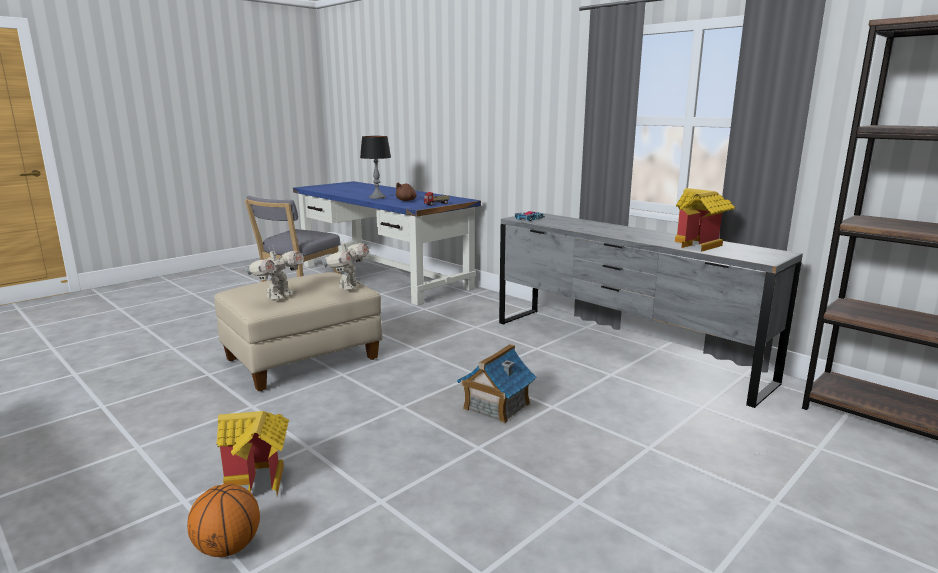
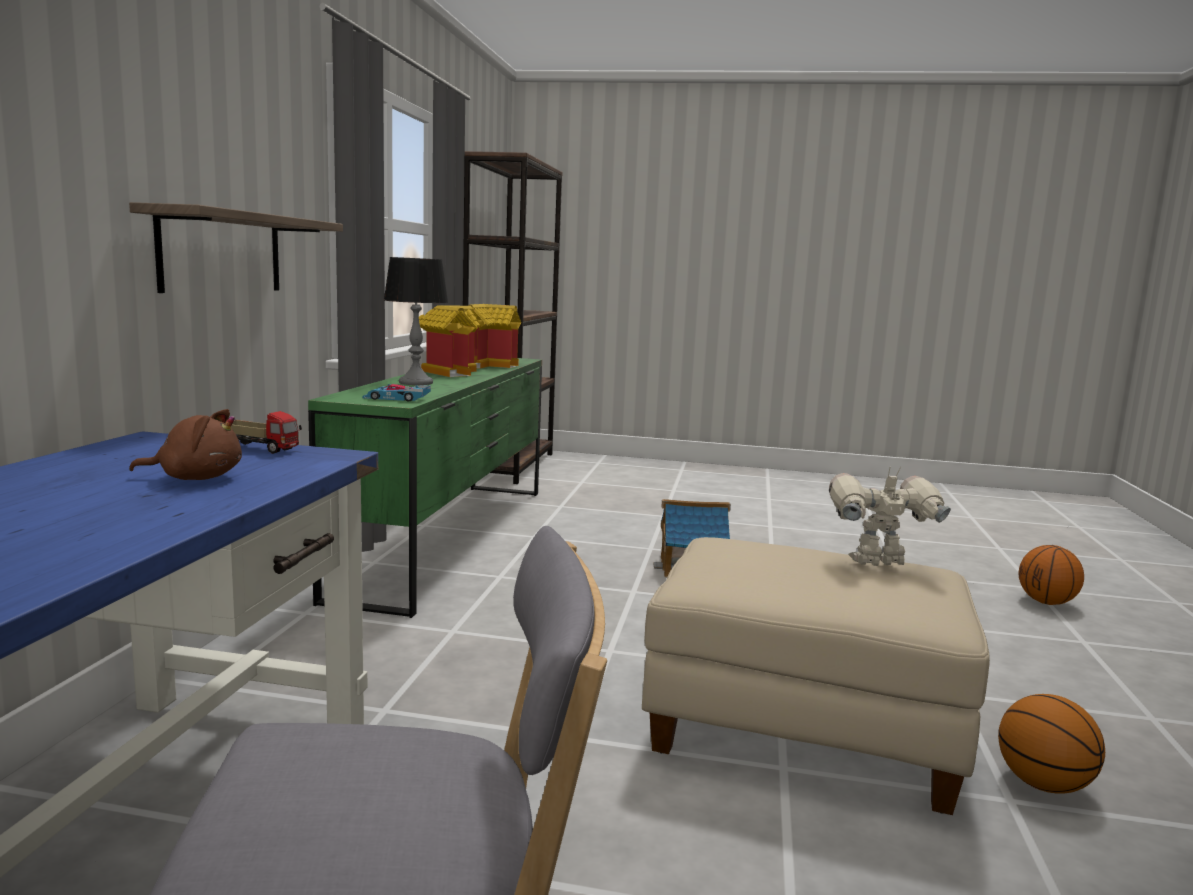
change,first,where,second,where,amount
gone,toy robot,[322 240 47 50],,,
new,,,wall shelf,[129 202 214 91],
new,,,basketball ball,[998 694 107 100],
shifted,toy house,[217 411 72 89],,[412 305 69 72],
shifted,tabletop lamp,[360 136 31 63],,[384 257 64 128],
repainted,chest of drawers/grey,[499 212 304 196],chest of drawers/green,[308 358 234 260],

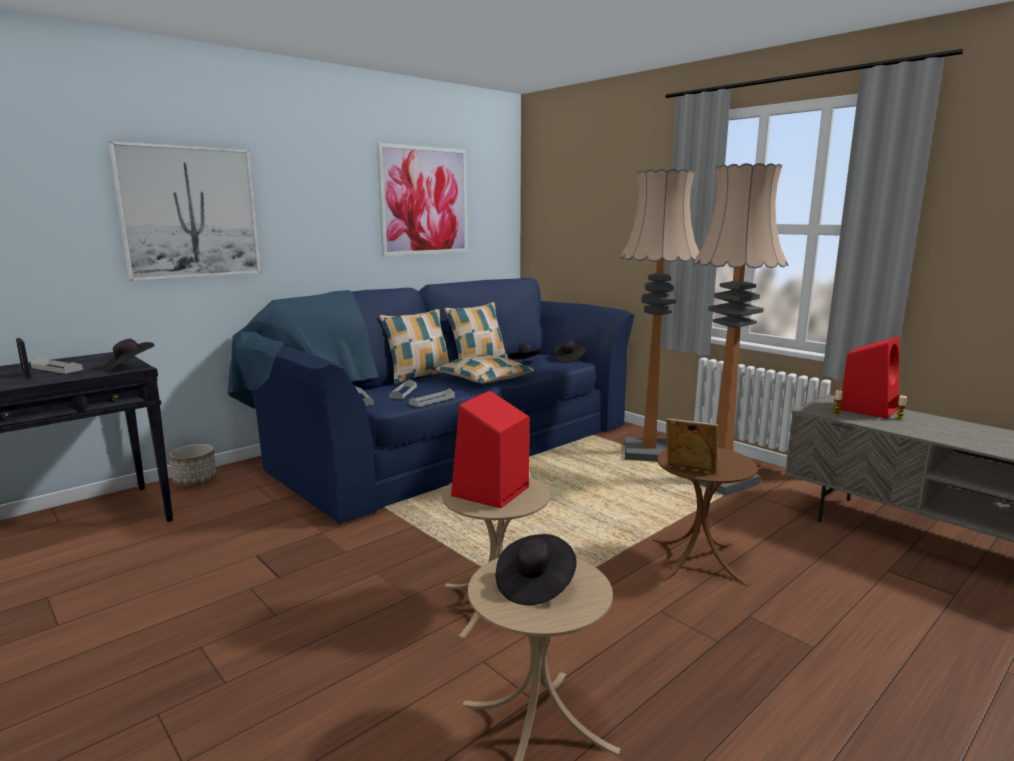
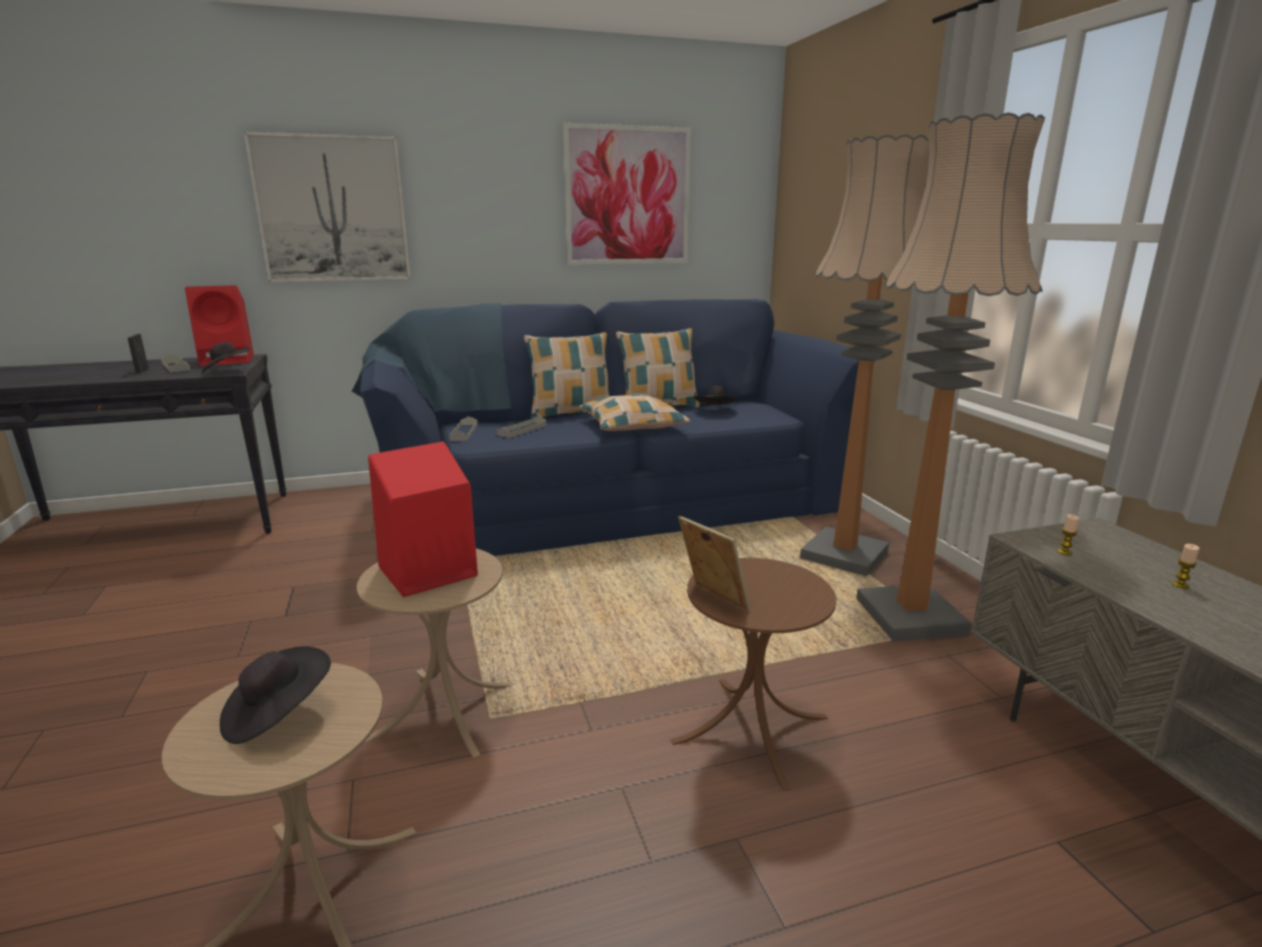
change,first,where,second,where,amount
gone,plant pot,[169 444 48 43],,,
gone,serving tray/grey,[409 388 46 19],,,
gone,hat/black-coloured,[553 340 33 23],,,
shifted,loudspeaker/reddish,[840 336 60 83],,[185 285 69 81],

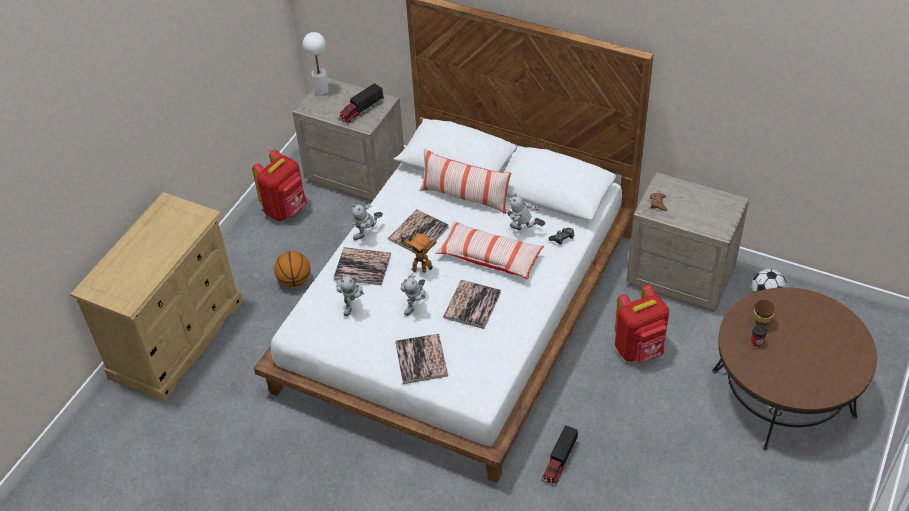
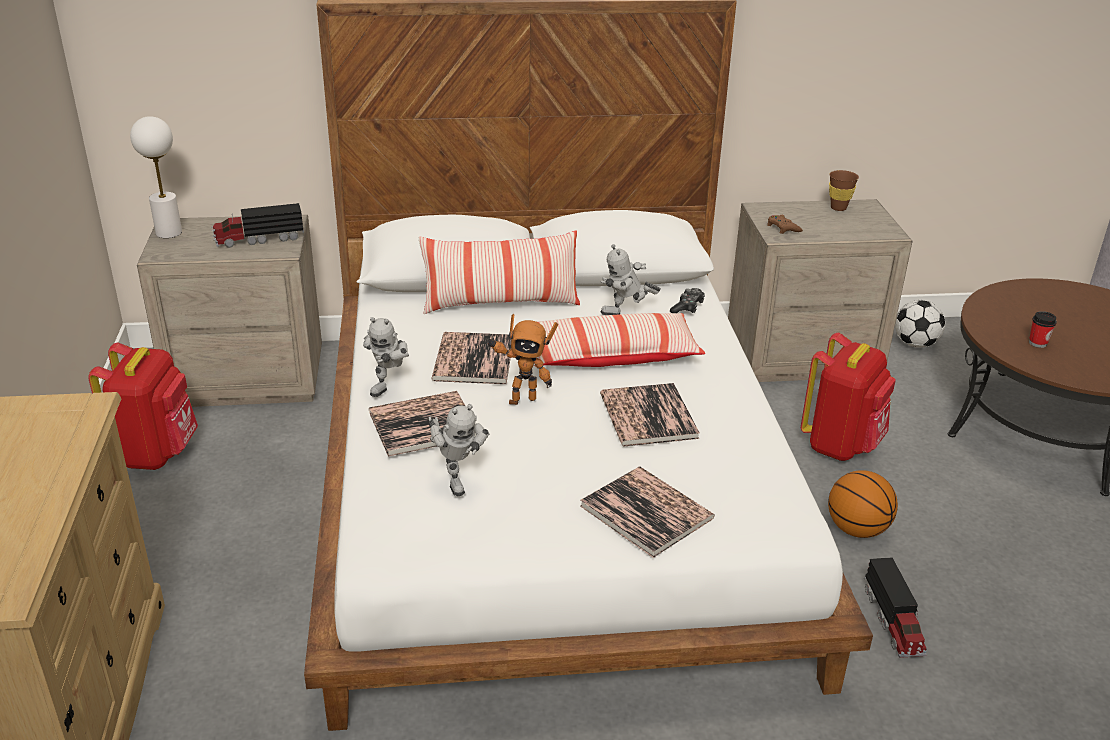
change,first,where,second,where,amount
gone,toy robot,[401 273 25 43],,,
shifted,basketball ball,[274 251 36 36],,[828 470 70 68],
shifted,cup/brown,[754 299 22 28],,[829 170 30 41],
rotated,toy lorry,[339 83 45 42],,[212 203 92 45],60 degrees clockwise

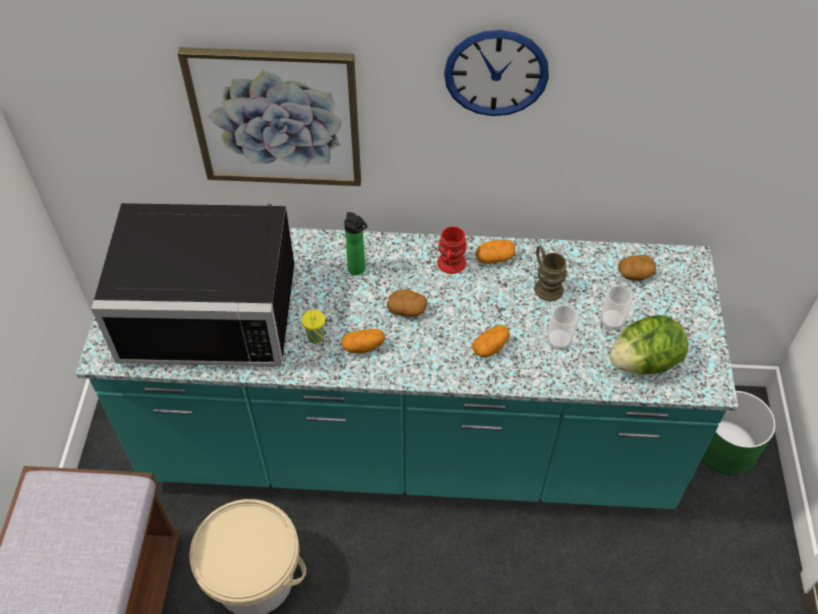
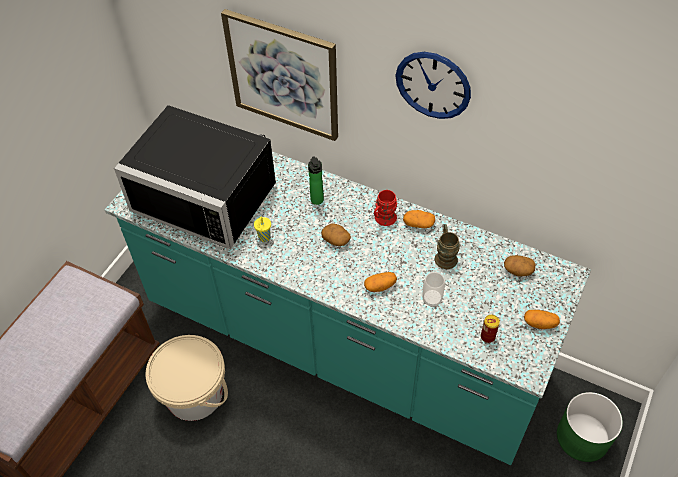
change,first,where,second,where,amount
gone,cup,[600 285 33 46],,,
shifted,potato,[341 329 44 24],,[524 310 36 19],
swapped,head of lettuce,[610 315 78 60],can,[481 315 19 28],

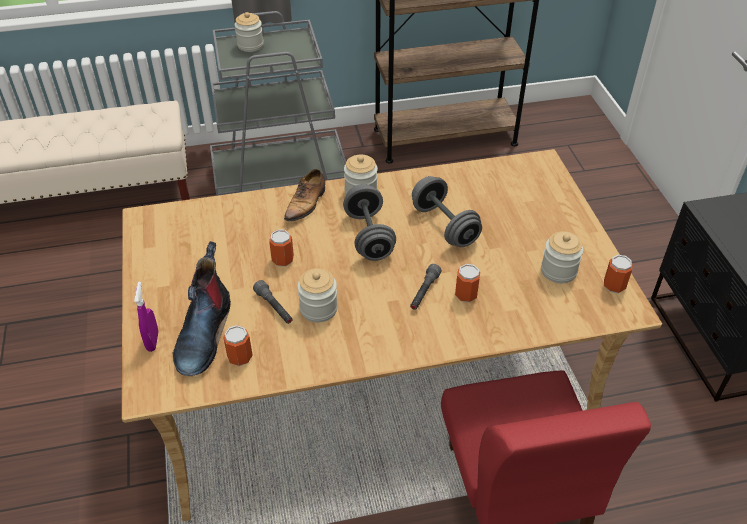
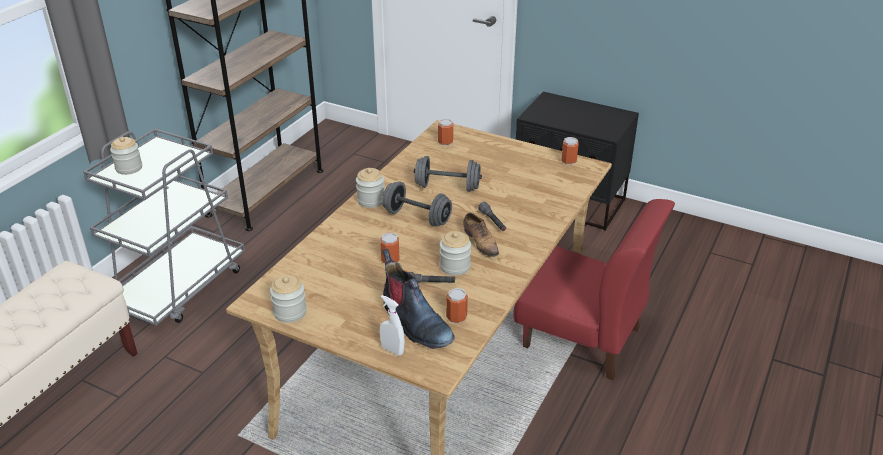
change,first,where,second,where,amount
shifted,shoe,[284 169 41 53],,[464 213 35 44],
shifted,can,[455 264 25 39],,[438 119 15 27],
shifted,preserve jar,[541 231 42 52],,[270 275 37 48],
repainted,spray bottle/purple,[134 282 24 70],spray bottle/whitish,[380 295 25 61],

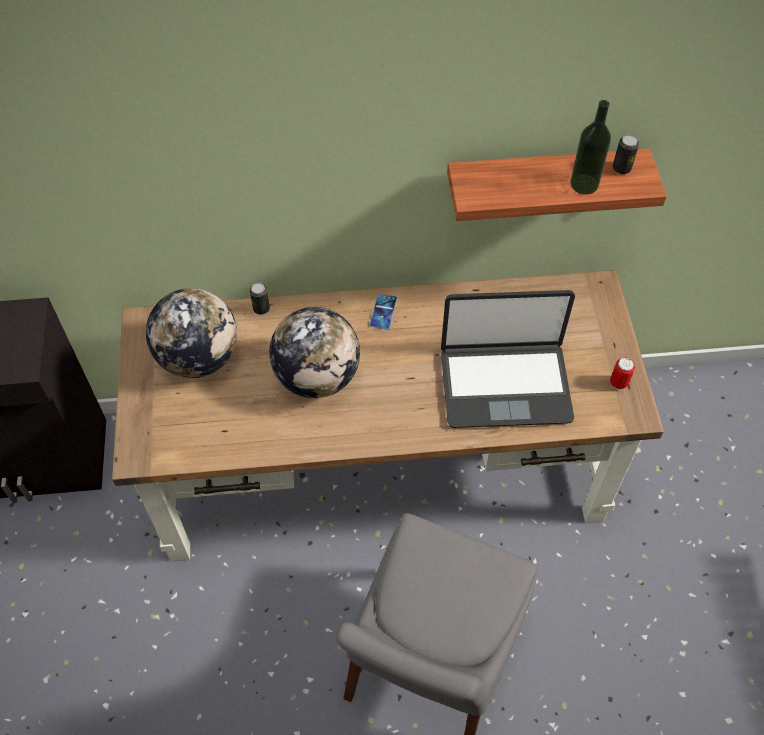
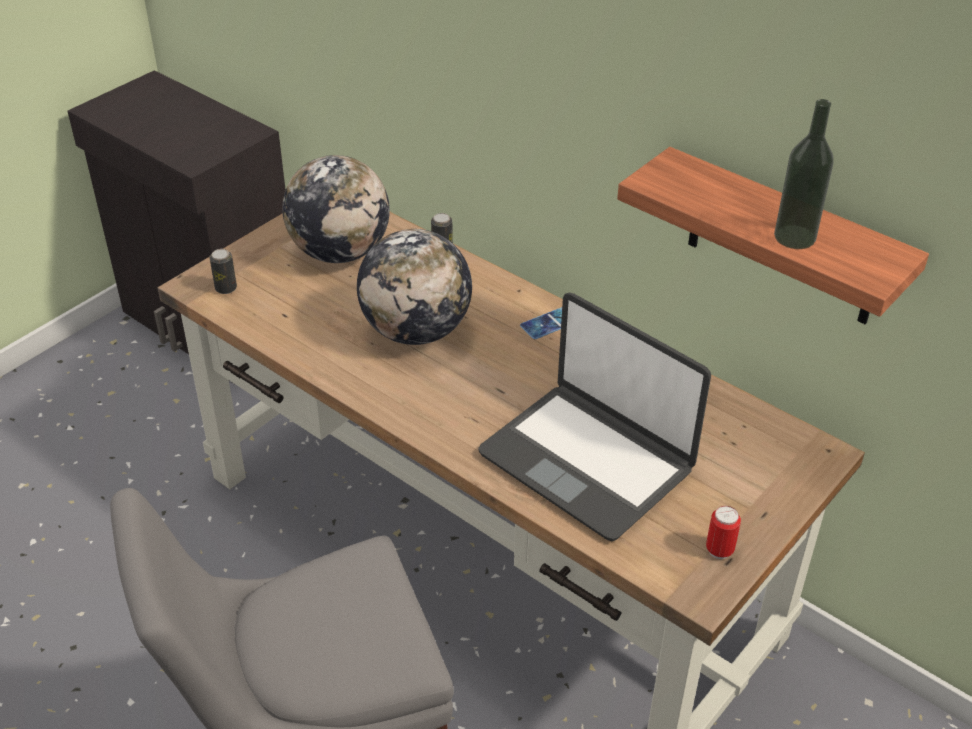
change,first,where,second,where,amount
shifted,can,[613 135 26 39],,[210 249 27 45],

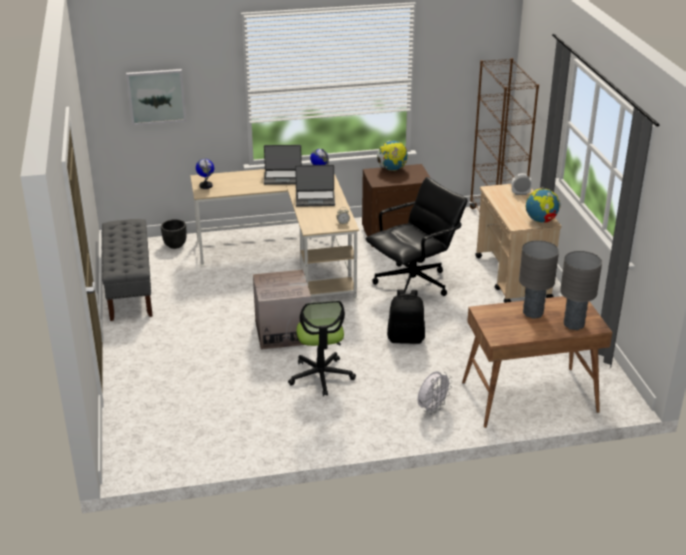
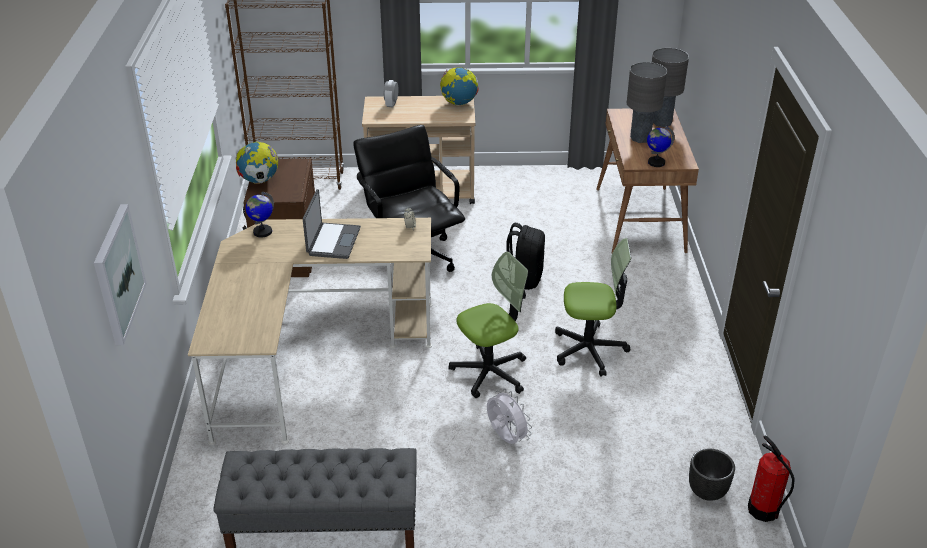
change,first,where,second,where,amount
gone,portable computer,[264 145 38 40],,,
new,,,fire extinguisher,[748 435 47 87],
shifted,plant pot/black-coloured,[161 219 26 30],,[689 448 46 53],
shifted,globe,[196 159 18 30],,[647 126 28 41],
shifted,cooling fan/whitish,[418 371 35 43],,[487 389 45 55],
swapped,packing box,[253 270 58 80],desk chair,[448 252 80 146],

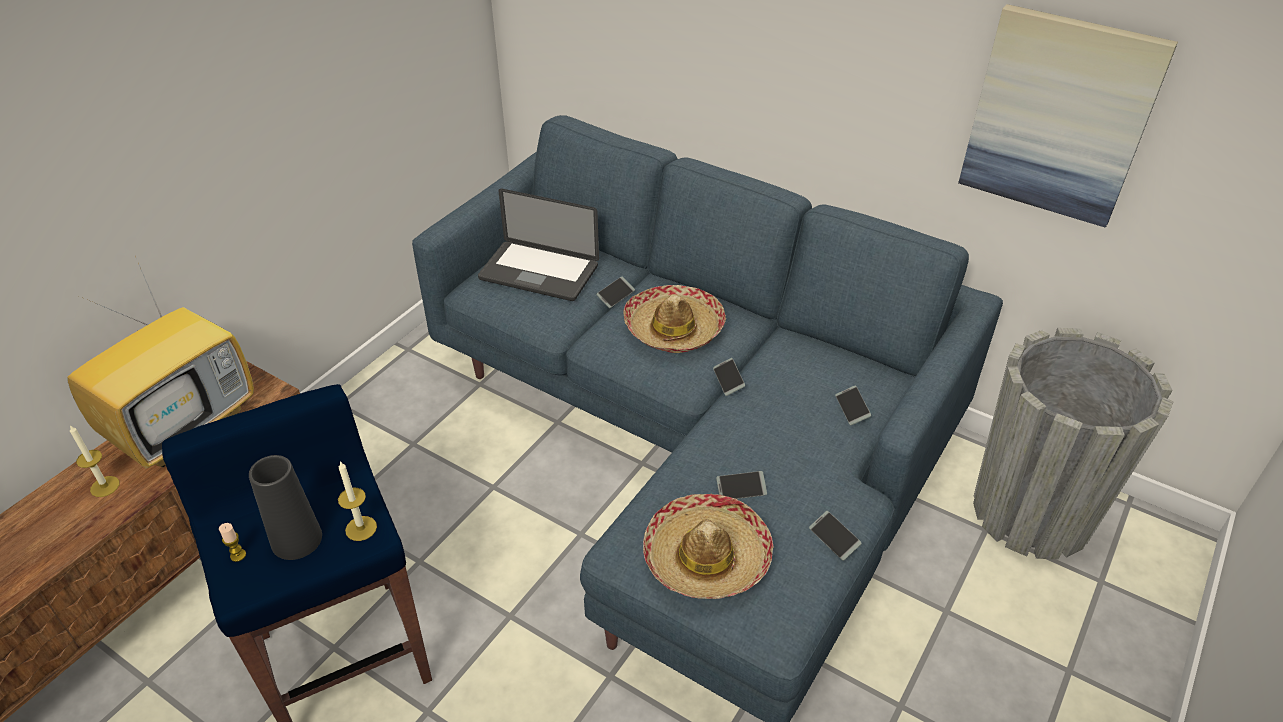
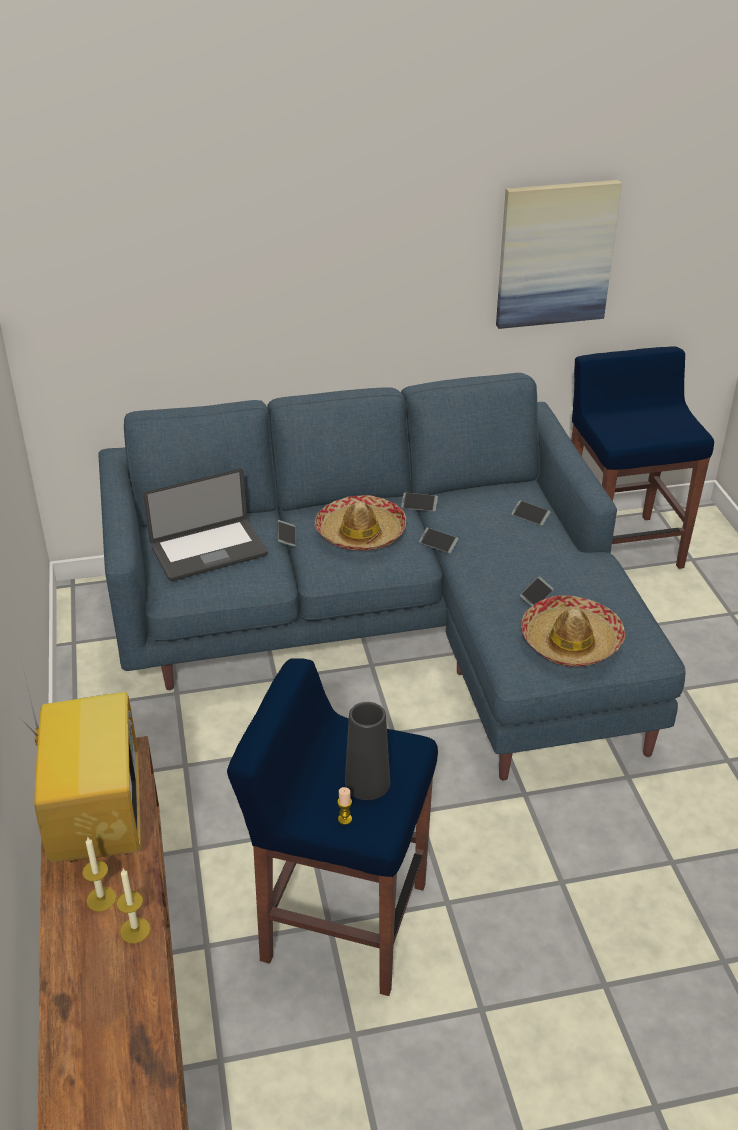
change,first,where,second,where,amount
shifted,candle,[338 461 39 80],,[116 868 35 75],
shifted,phone,[809 511 53 50],,[401 493 37 19],
swapped,plant pot/grey,[973 328 200 231],sitting stool/blue-coloured,[571 346 143 223],

